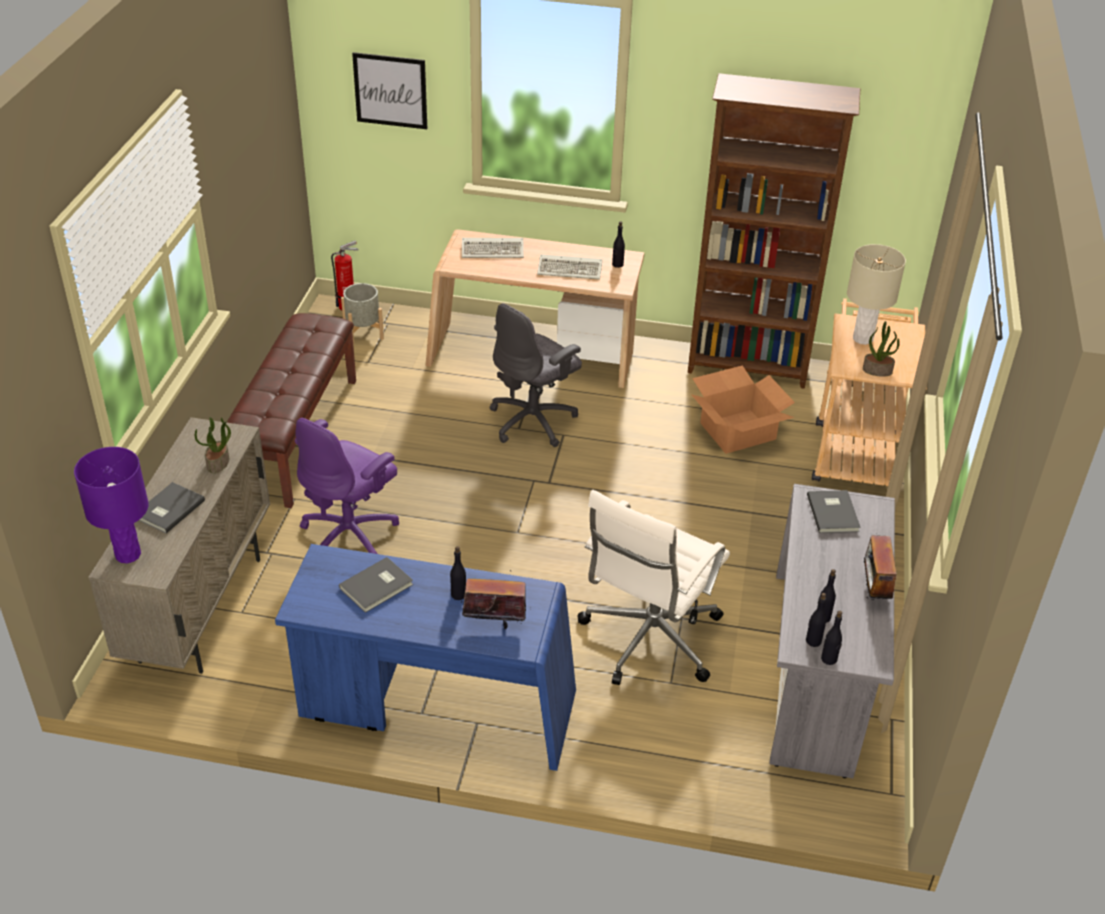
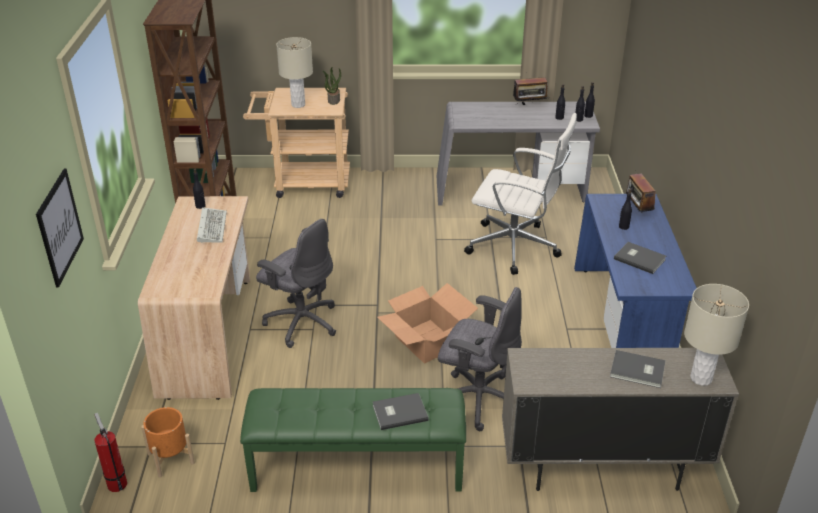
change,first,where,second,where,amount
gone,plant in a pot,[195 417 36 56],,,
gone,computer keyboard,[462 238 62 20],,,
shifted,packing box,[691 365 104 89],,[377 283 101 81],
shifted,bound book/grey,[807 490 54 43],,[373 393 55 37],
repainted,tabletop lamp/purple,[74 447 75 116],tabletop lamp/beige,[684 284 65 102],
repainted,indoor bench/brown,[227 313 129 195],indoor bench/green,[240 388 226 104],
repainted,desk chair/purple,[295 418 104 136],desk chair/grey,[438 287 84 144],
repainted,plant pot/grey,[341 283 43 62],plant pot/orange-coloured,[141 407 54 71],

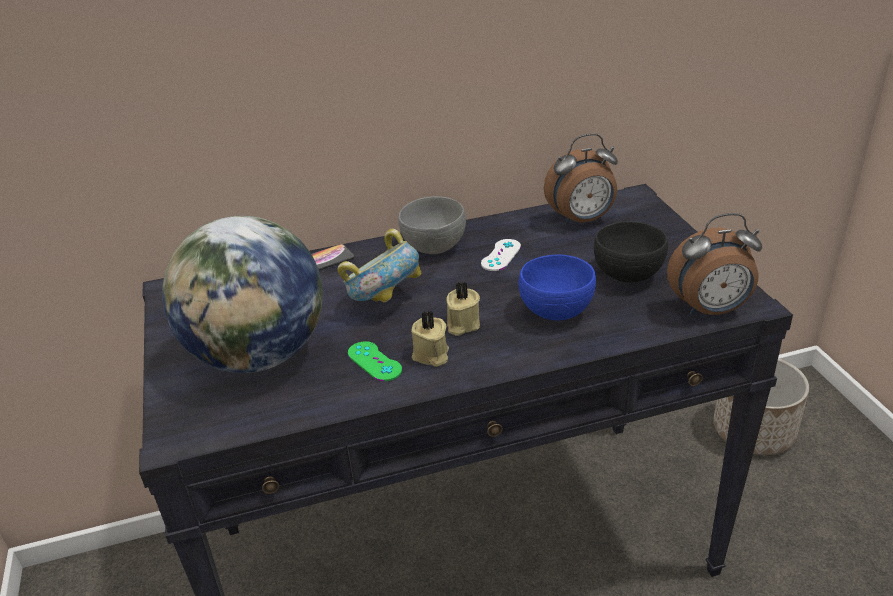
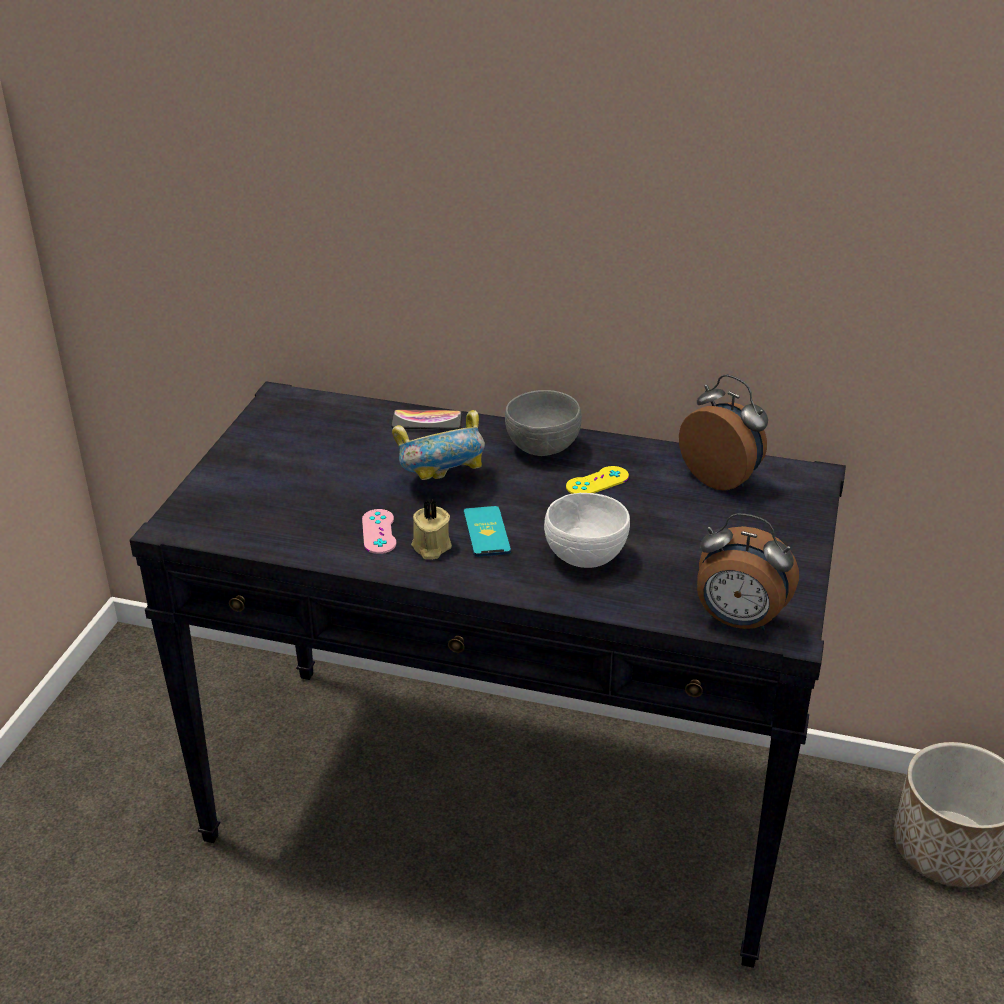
change,first,where,second,where,amount
gone,globe,[162 216 161 157],,,
gone,deep dish/black-coloured,[594 221 74 62],,,
swapped,candle/beige,[446 281 34 55],phone,[463 506 48 51],
repainted,joypad/green,[348 341 54 40],joypad/pink,[362 509 35 45],
repainted,joypad/whitish,[481 239 40 32],joypad/yellow,[566 466 63 28],
repainted,deep dish/blue-coloured,[519 255 77 65],deep dish/whitish,[544 493 86 75],
rotated,bedside clock,[544 133 74 92],,[679 374 89 116],150 degrees counterclockwise

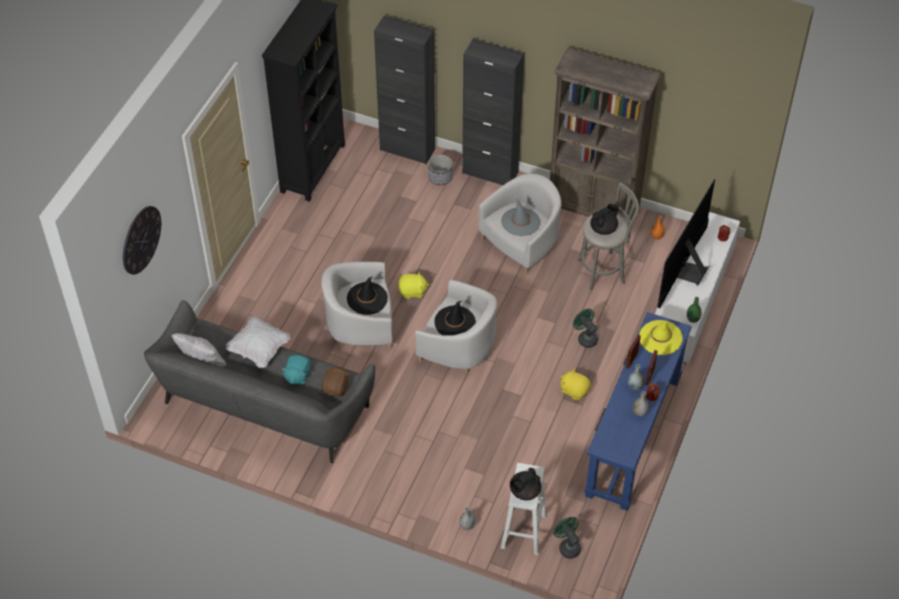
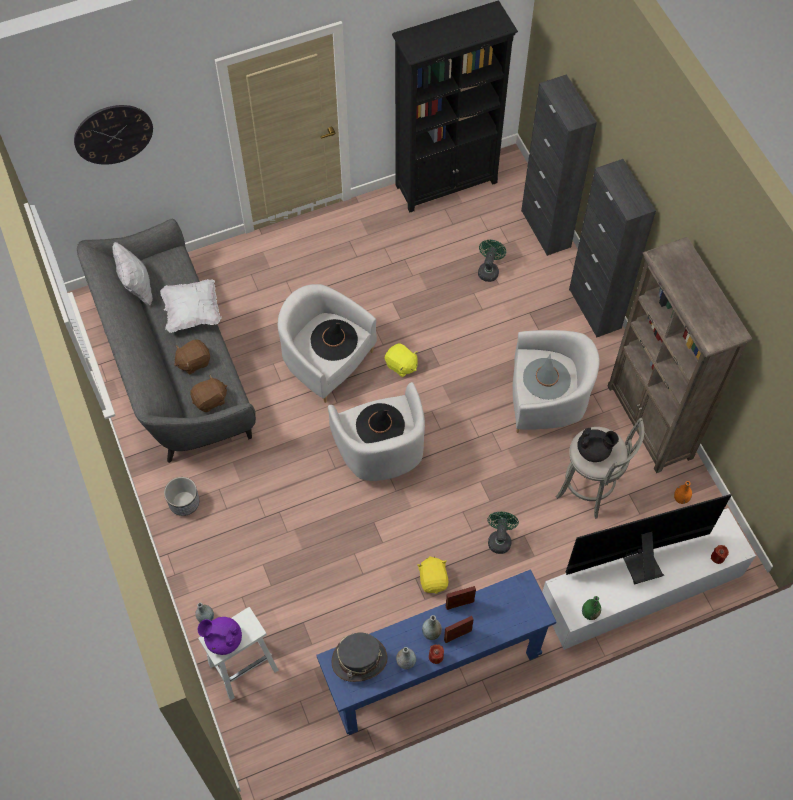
change,first,where,second,where,amount
gone,hat/yellow,[639 320 44 35],,,
new,,,hat/grey,[331 633 57 49],
shifted,plant pot,[428 155 25 30],,[164 477 35 39],
shifted,cooling fan/green,[554 517 27 42],,[478 240 28 42],
repainted,cuddly toy/turquoise-coloured,[281 355 29 30],cuddly toy/brown,[174 340 36 35],
repainted,teapot/black-coloured,[510 468 31 33],teapot/purple,[198 617 44 38],

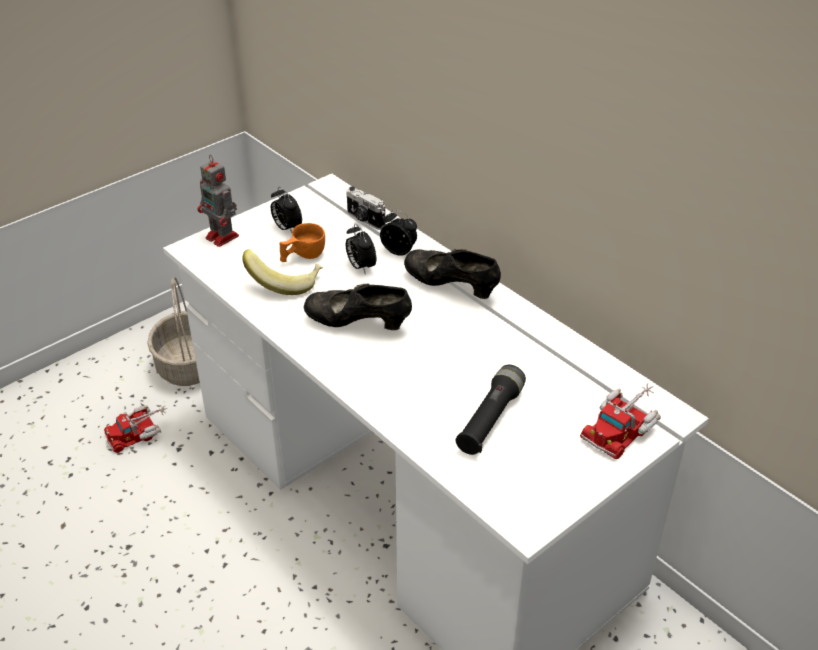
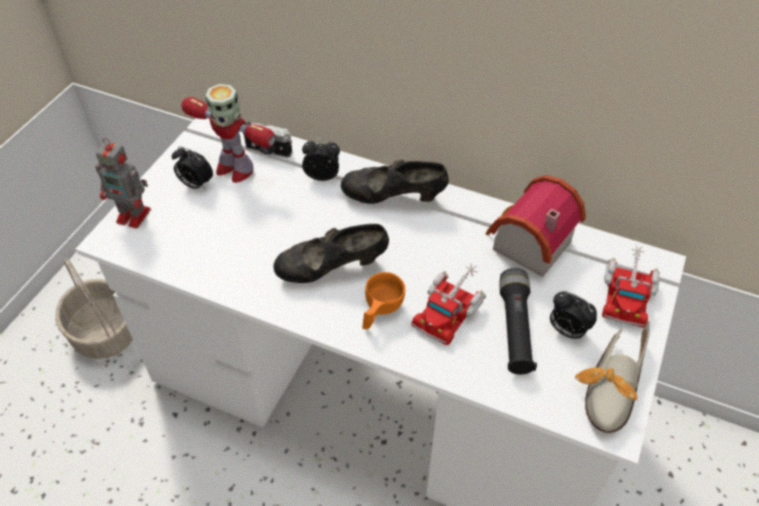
change,first,where,second,where,amount
gone,banana,[242 249 81 46],,,
new,,,toy robot,[181 84 95 99],
new,,,toy house,[485 175 101 102],
new,,,shoe,[575 321 75 112],
shifted,toy lorry,[104 406 63 47],,[411 263 75 82],
shifted,cup/orange-coloured,[280 223 45 39],,[362 272 43 57],
shifted,bedside clock,[346 224 30 50],,[550 291 47 49],

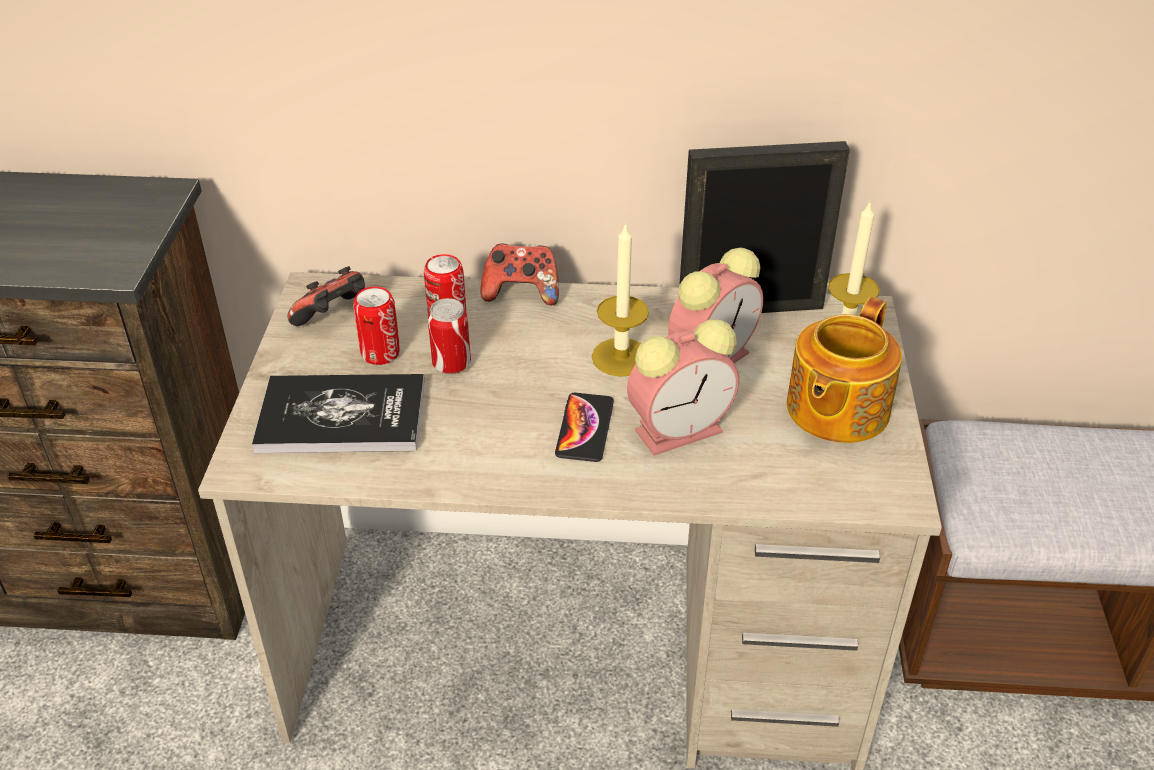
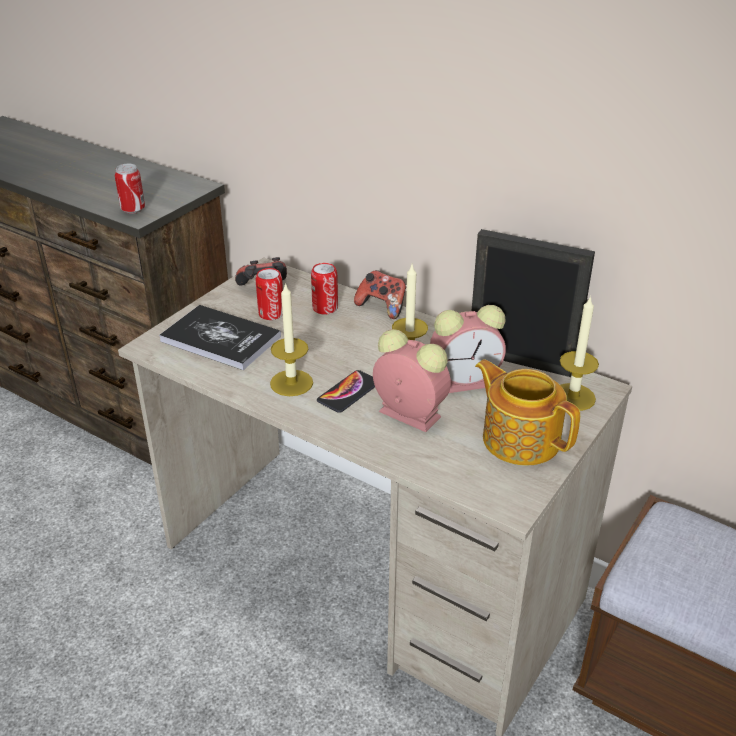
change,first,where,second,where,amount
new,,,candle,[270 282 43 114],
shifted,can,[428 298 43 76],,[115 164 30 50],
rotated,bedside clock,[627 319 112 137],,[373 329 78 103],150 degrees counterclockwise
rotated,teapot,[787 297 115 146],,[475 359 105 106],75 degrees clockwise

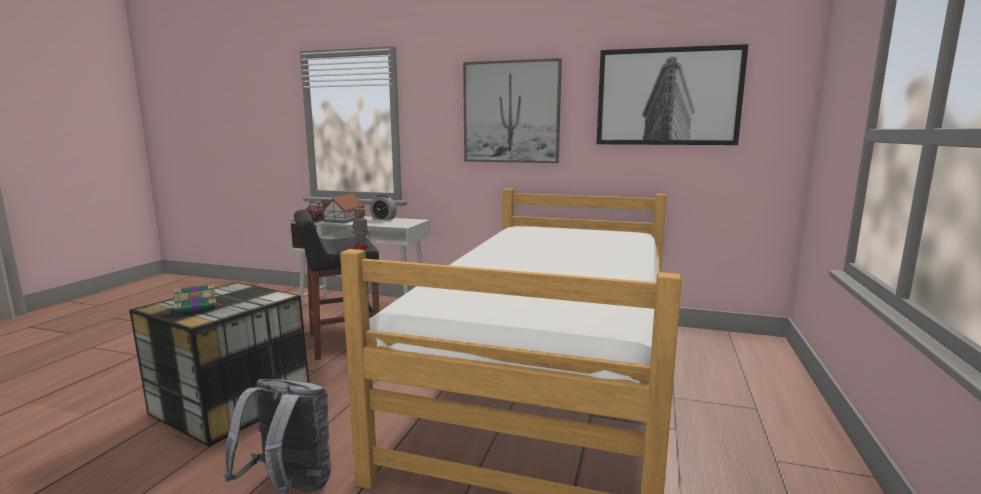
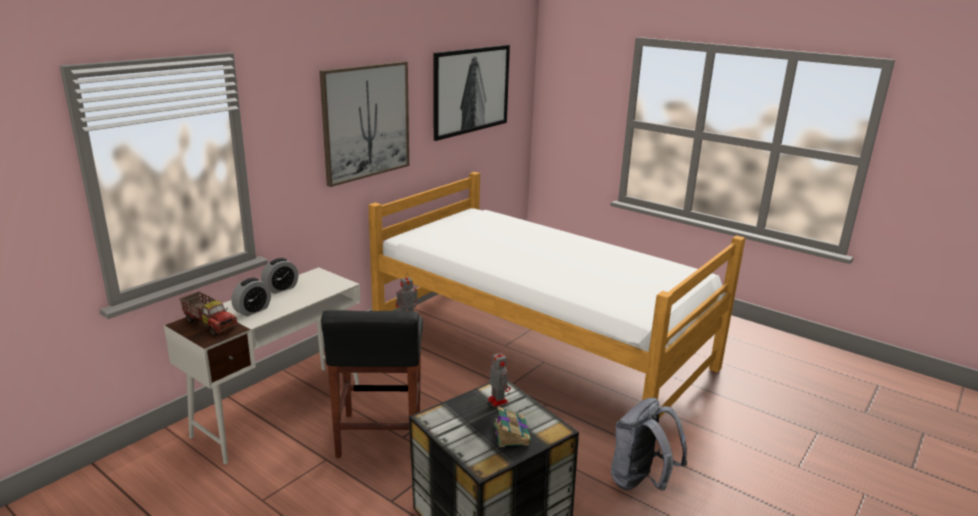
change,first,where,second,where,amount
new,,,toy robot,[488 349 23 58],
swapped,toy house,[322 193 42 30],bedside clock,[231 278 40 38],

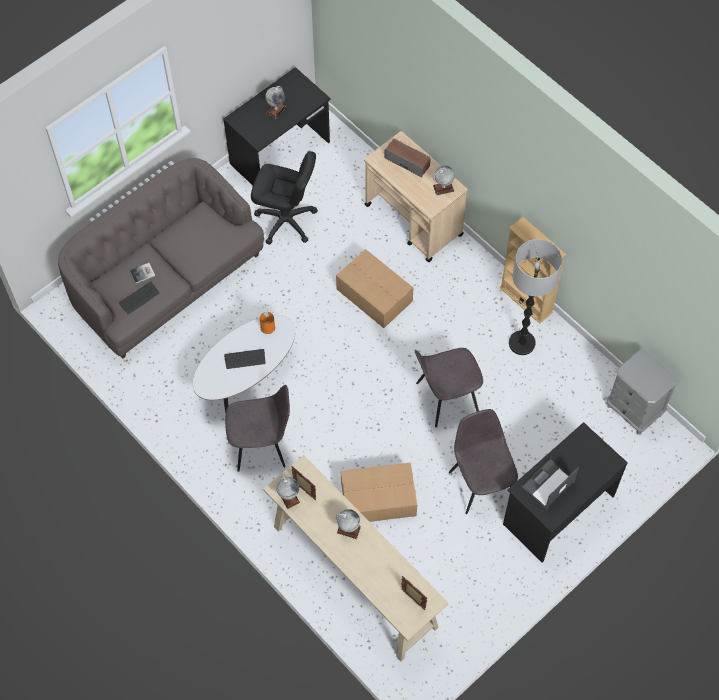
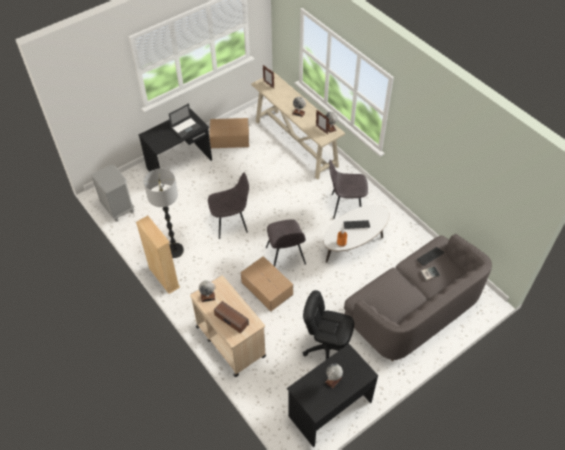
change,first,where,second,where,amount
shifted,packing box,[341 463 76 59],,[209 118 40 30],
shifted,plain chair/grey,[449 409 69 105],,[266 219 40 48],

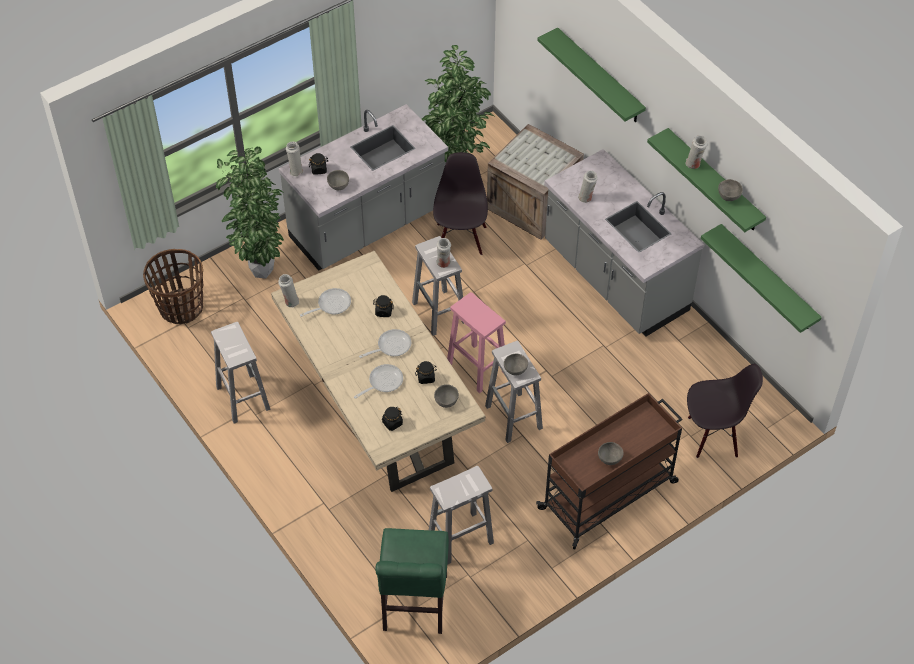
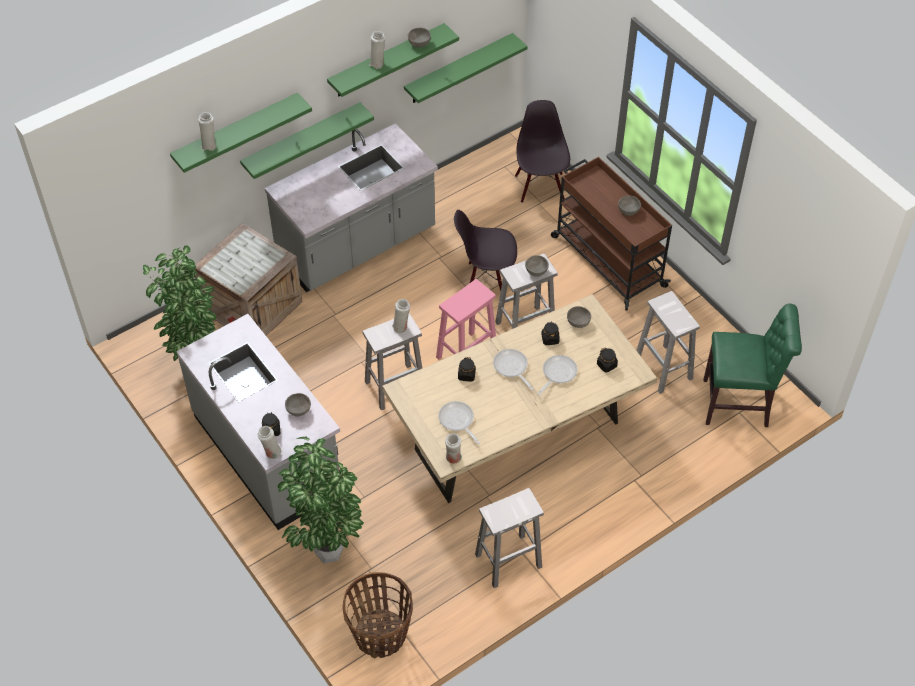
change,first,where,second,where,amount
new,,,wall shelf/green,[240 102 134 77],
shifted,plain chair/black-coloured,[433 152 55 103],,[454 210 63 81],
shifted,decorative vase/whitish,[578 170 20 33],,[198 112 18 39],
rotated,pan,[354 364 49 35],,[537 355 40 40],75 degrees clockwise

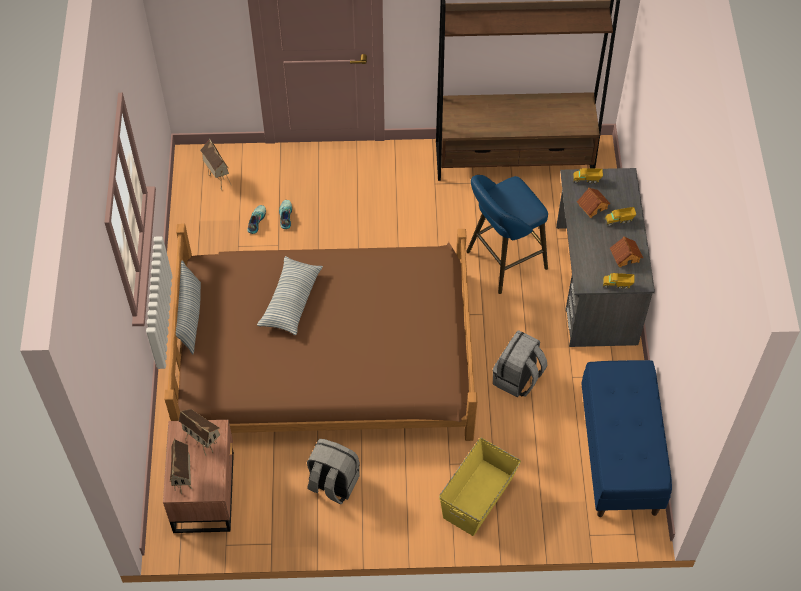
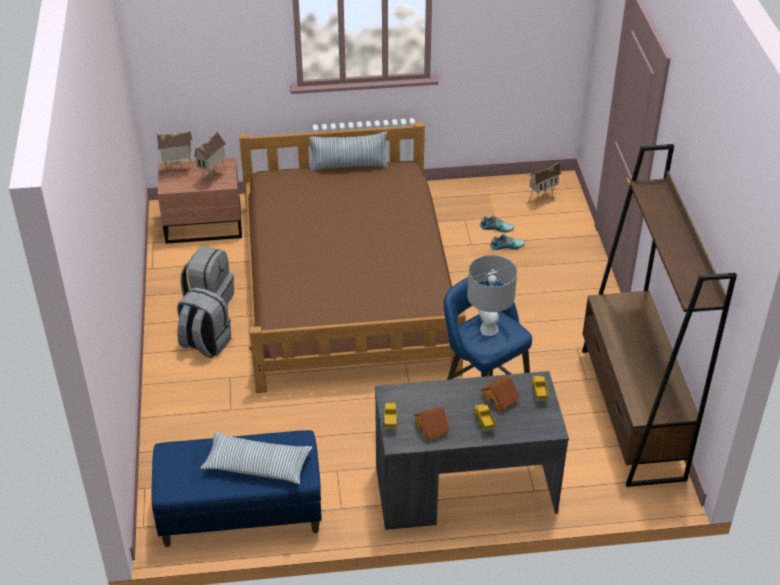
change,first,where,second,where,amount
gone,storage container/yellow,[439 438 82 98],,,
new,,,tabletop lamp/grey,[467 255 50 81],
shifted,throw pillow,[257 256 66 79],,[200 432 112 52],
shifted,knapsack/grey,[493 330 54 67],,[177 287 54 71],

